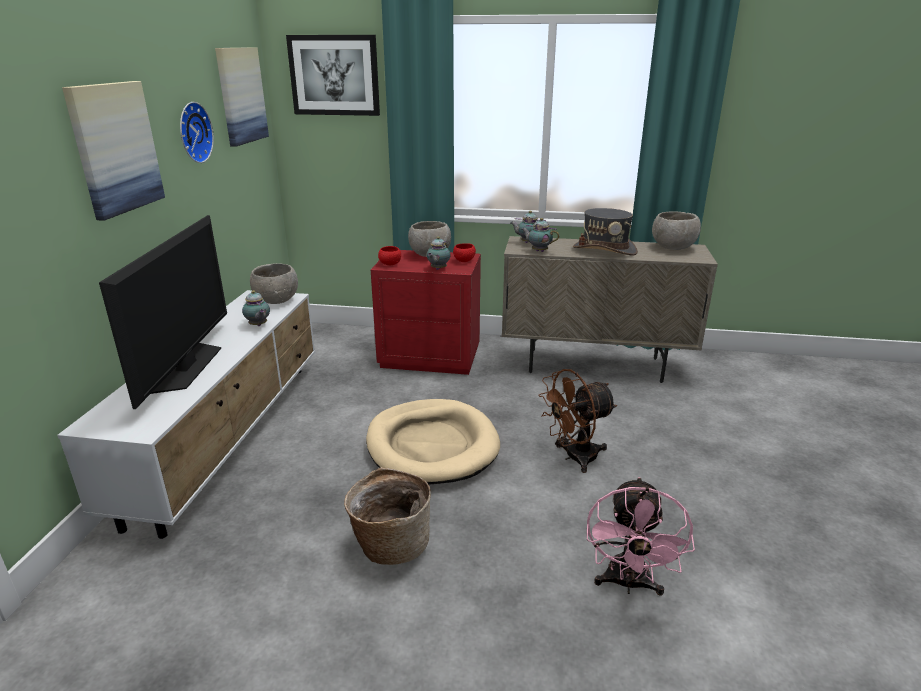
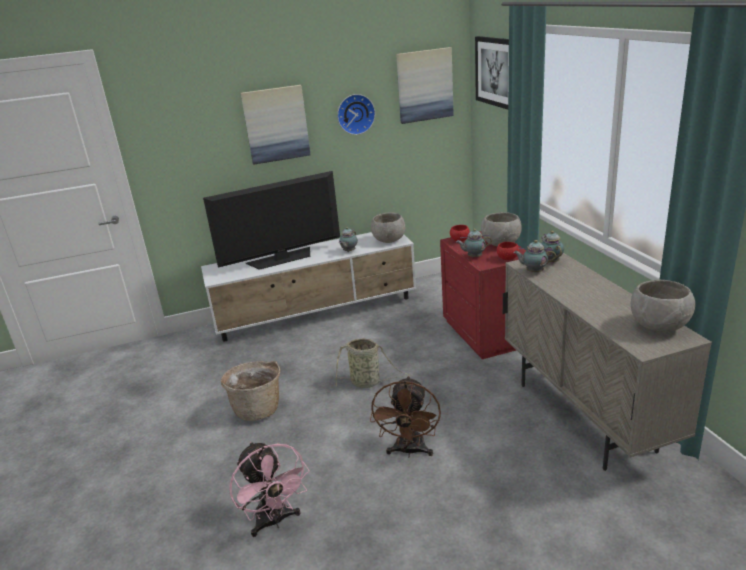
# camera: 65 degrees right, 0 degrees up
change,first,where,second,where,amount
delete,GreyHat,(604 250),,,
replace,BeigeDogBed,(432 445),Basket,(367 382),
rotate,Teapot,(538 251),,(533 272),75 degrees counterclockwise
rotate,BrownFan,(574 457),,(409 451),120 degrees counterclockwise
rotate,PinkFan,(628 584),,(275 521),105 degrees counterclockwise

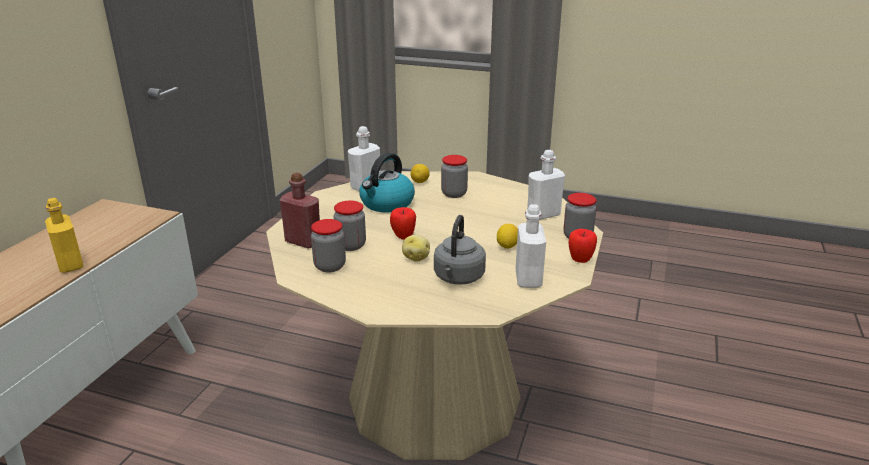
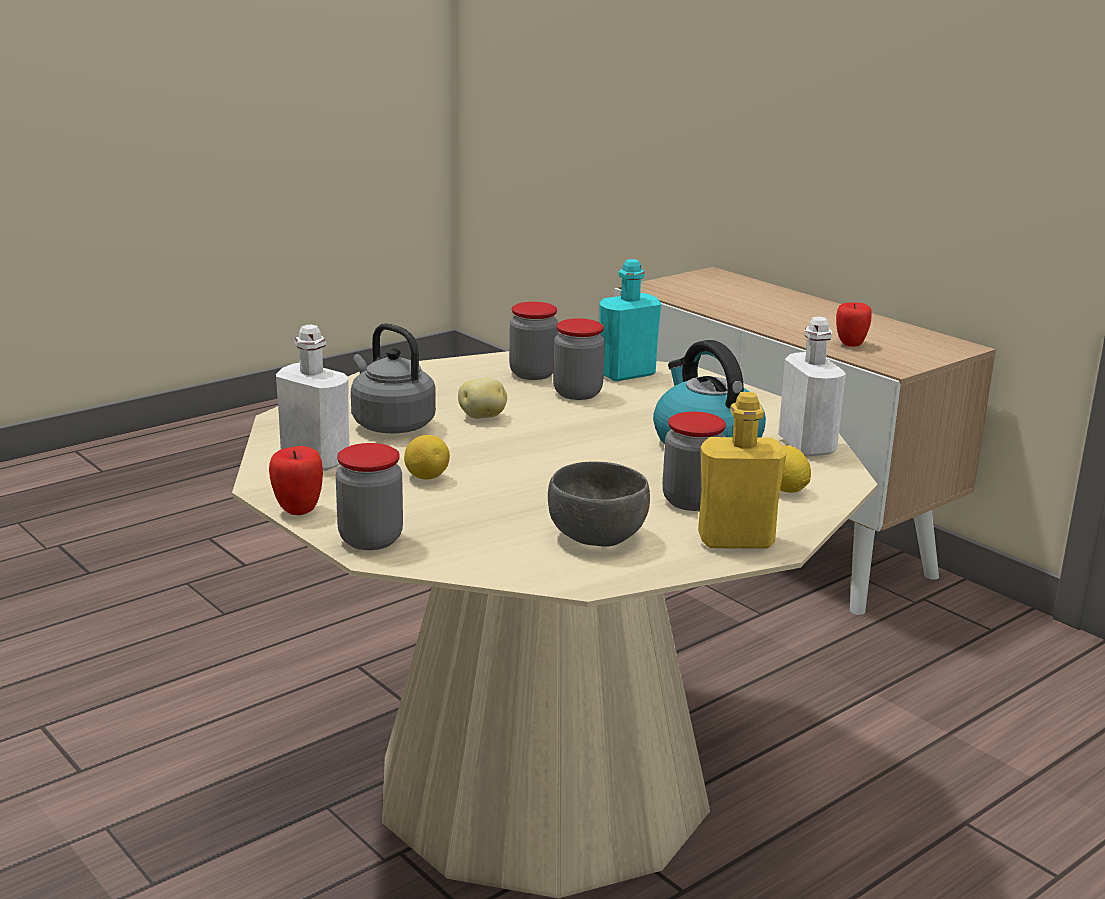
# camera: 120 degrees right, 5 degrees down
change,first,where,second,where,amount
delete,WhiteBottle,(543 214),,,
insert,,,GreyBowl,(598 536),
move,YellowBottle,(70 264),,(735 540),
move,Apple,(403 237),,(850 344),
recolor,RedBottle,(303 242),TurquoiseBottle,(627 374),

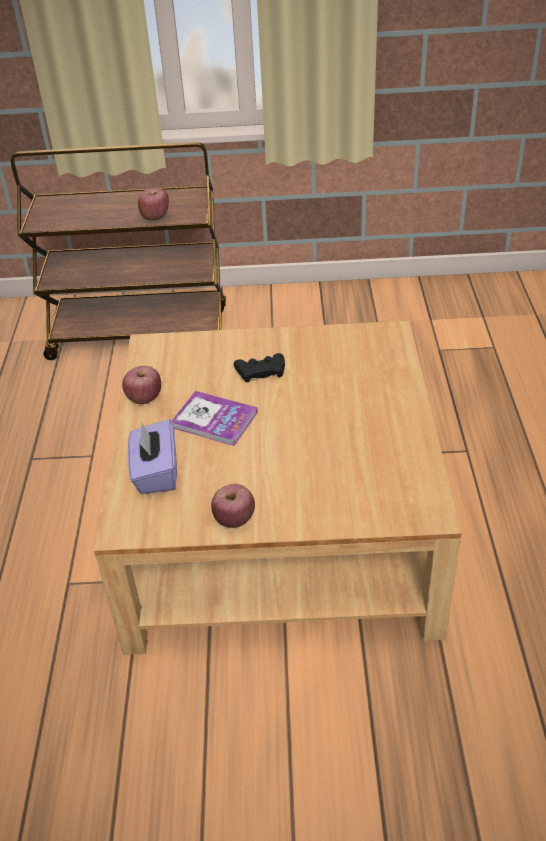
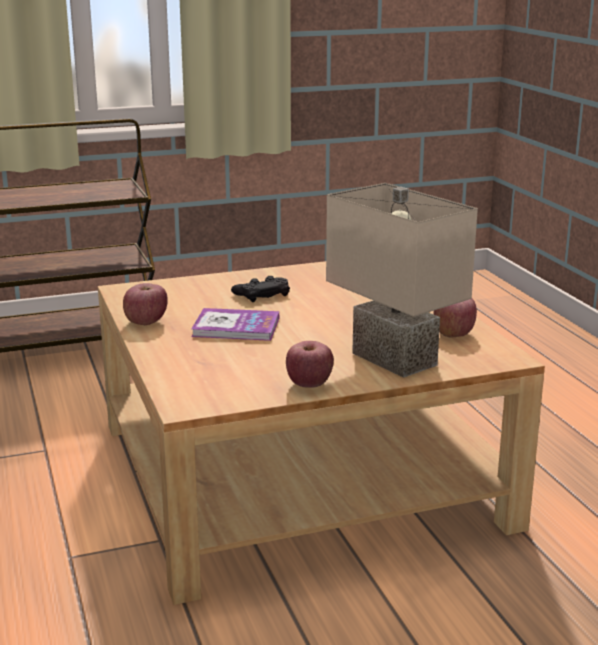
# camera: 20 degrees left, 20 degrees down
change,first,where,second,where,amount
delete,PurpleTissueBox,(156 473),,,
insert,,,BeigeTableLamp,(390 360),
move,Apple,(155 216),,(453 333),

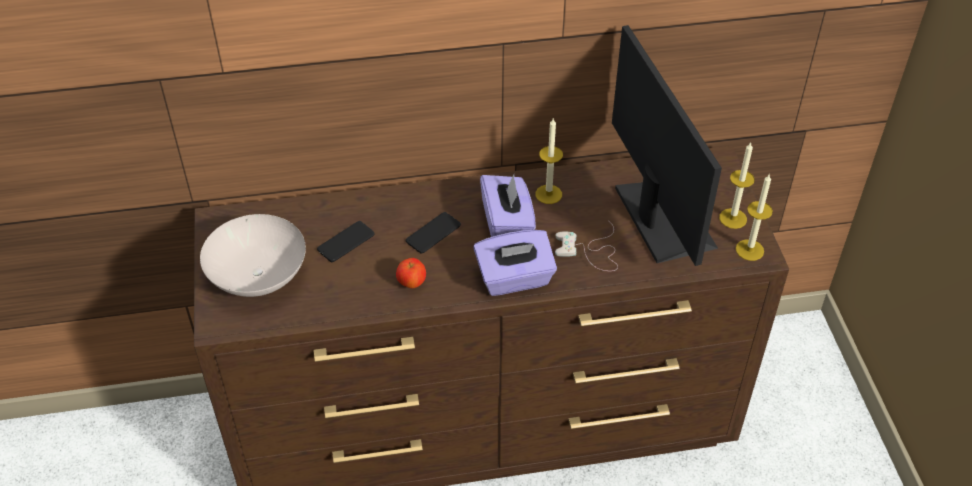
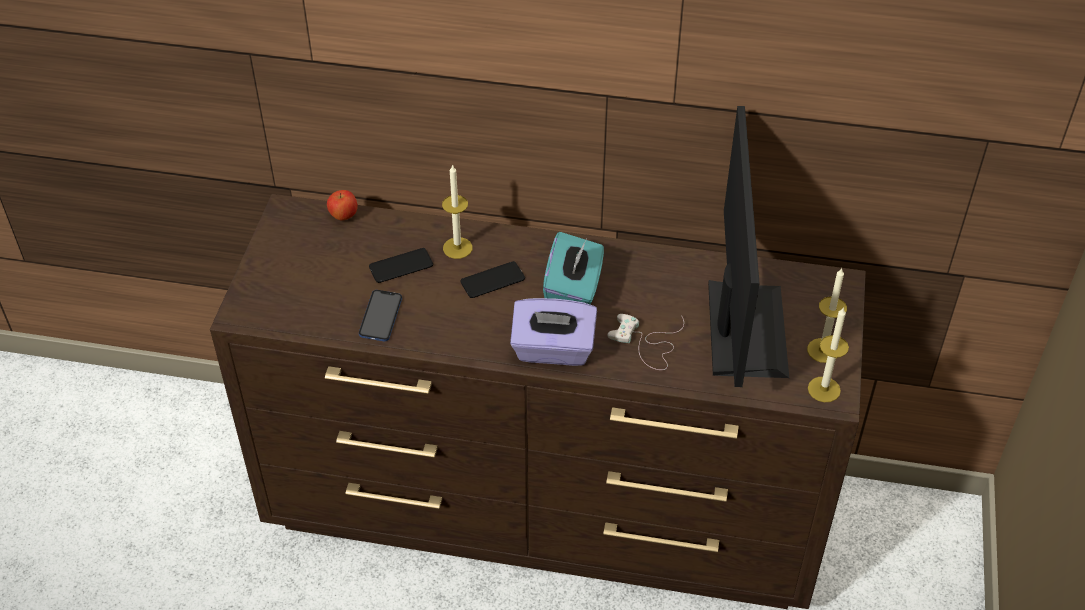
# camera: 20 degrees right, 0 degrees up
change,first,where,second,where,amount
delete,WhiteBowl,(259 276),,,
insert,,,Phone,(380 317),
move,Apple,(411 283),,(343 216),
move,Candle,(548 194),,(457 248),
recolor,PurpleTissueBox,(507 224),TurquoiseTissueBox,(573 291),

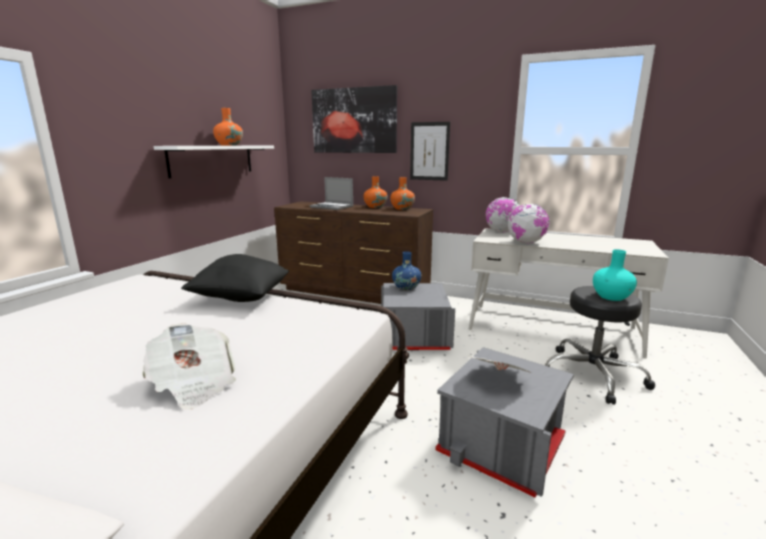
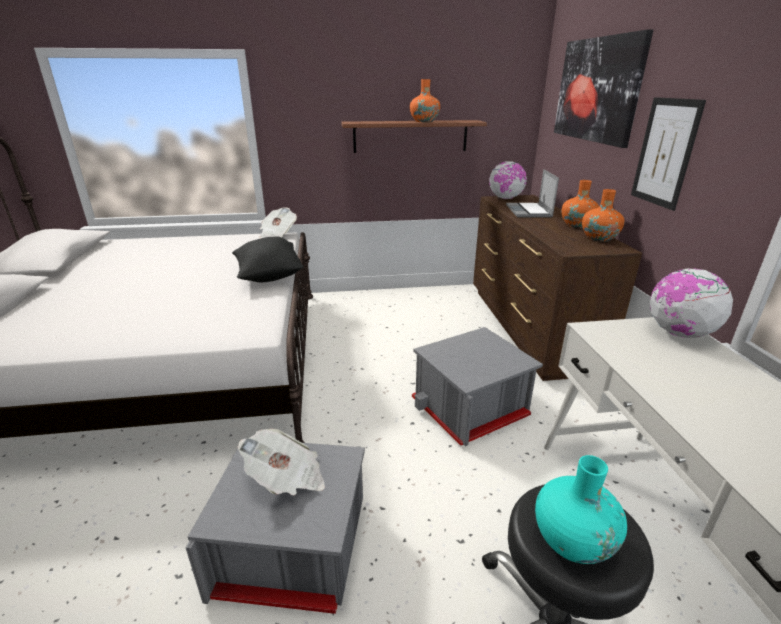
# camera: 60 degrees right, 10 degrees up
change,first,where,second,where,amount
delete,BlueVase,(406 287),,,
move,Newspaper,(194 384),,(277 234),
move,Globe,(526 242),,(505 198),
recolor,WhiteShelf,(212 160),BrownShelf,(410 136),

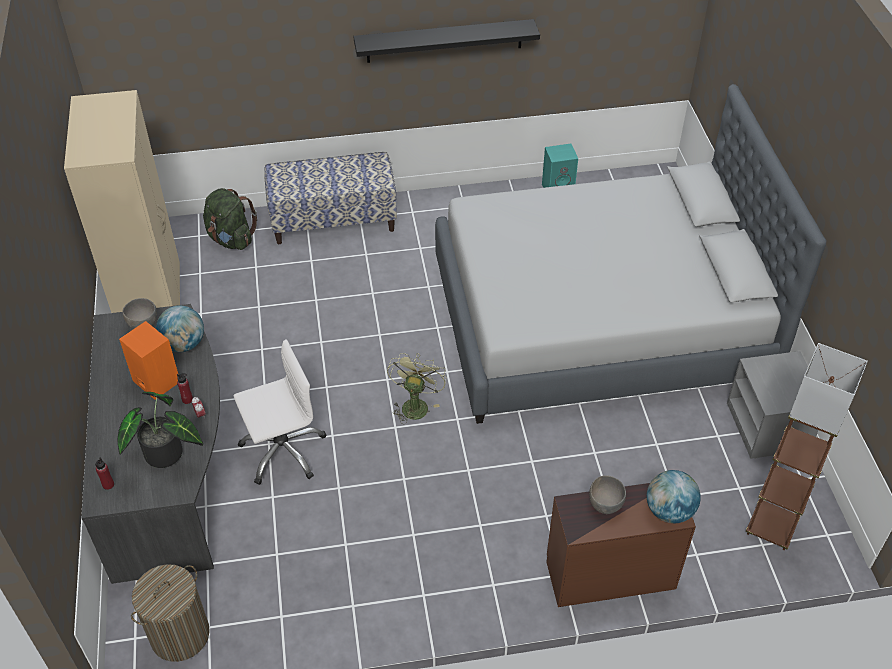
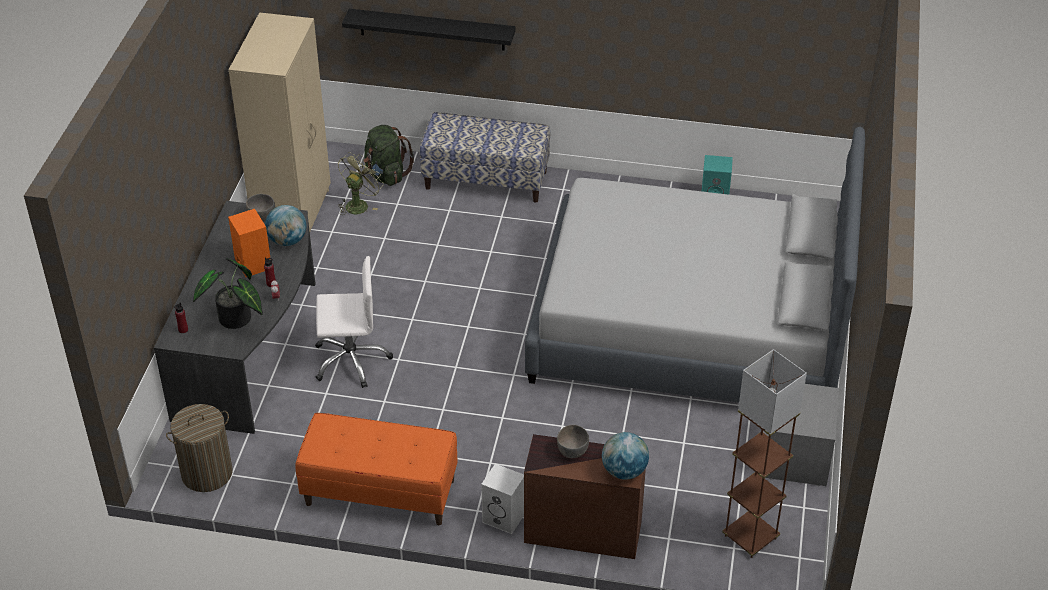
# camera: 20 degrees right, 5 degrees down
change,first,where,second,where,amount
insert,,,OrangeBench,(379 492),
insert,,,WhiteSpeaker,(505 517),
move,BlackShelf,(444 41),,(432 29),
move,GreenFan,(415 404),,(359 204),

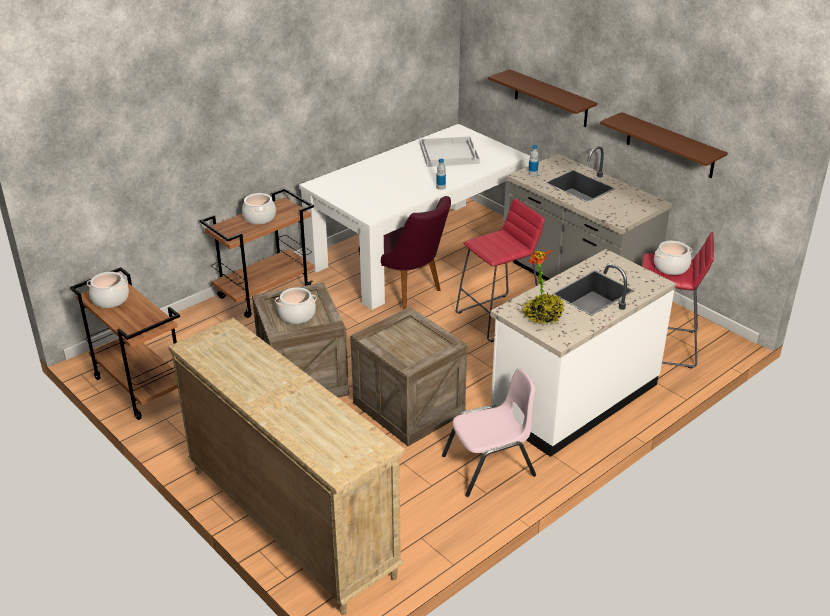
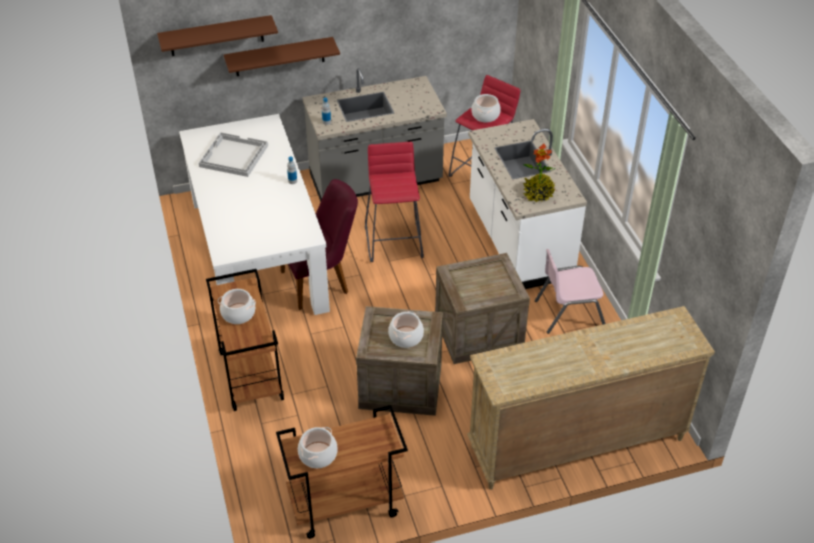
# camera: 65 degrees left, 10 degrees up
change,first,where,second,where,amount
move,BrownShelf,(670 146),,(216 36),
rotate,PinkChair,(489 466),,(568 313),105 degrees counterclockwise

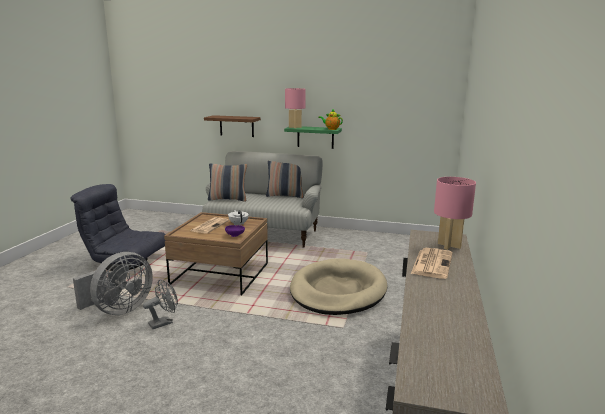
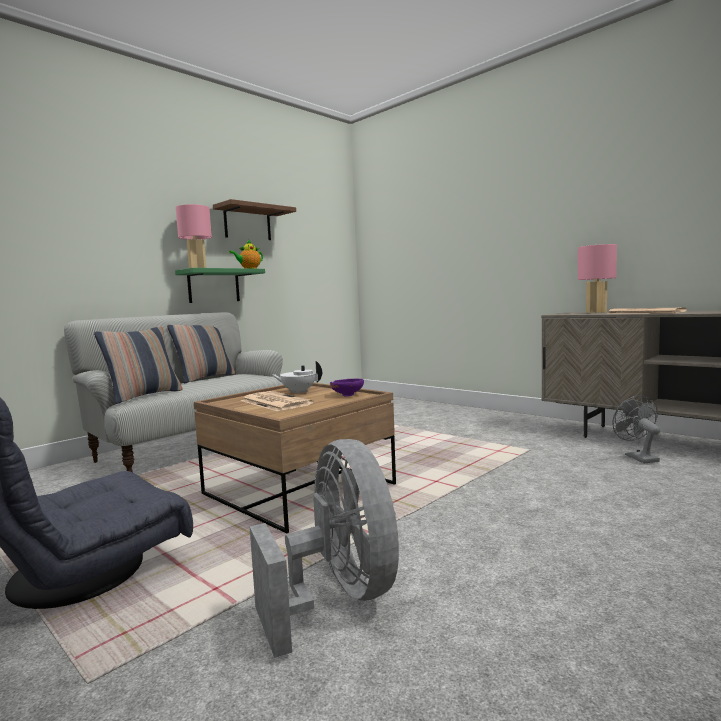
# camera: 60 degrees left, 10 degrees down
change,first,where,second,where,amount
delete,BeigeDogBed,(338 291),,,
move,GreyFan,(164 322),,(637 457),
move,BrownShelf,(236 126),,(247 223),

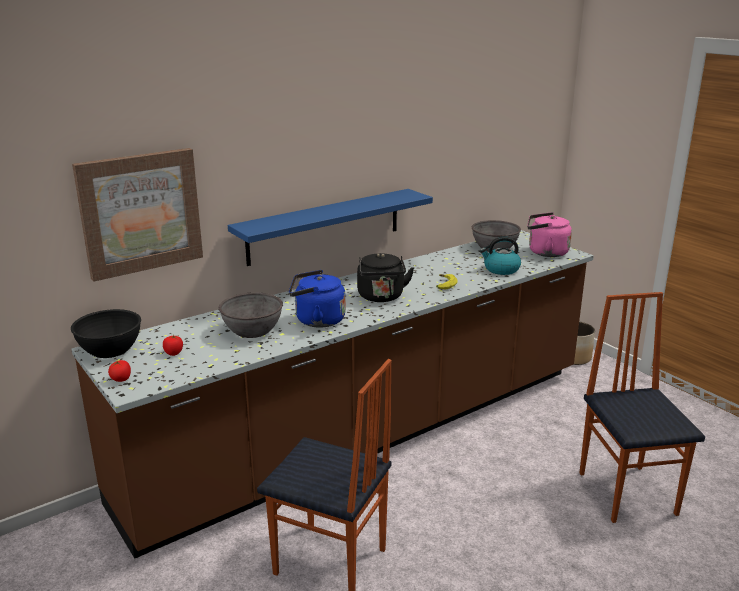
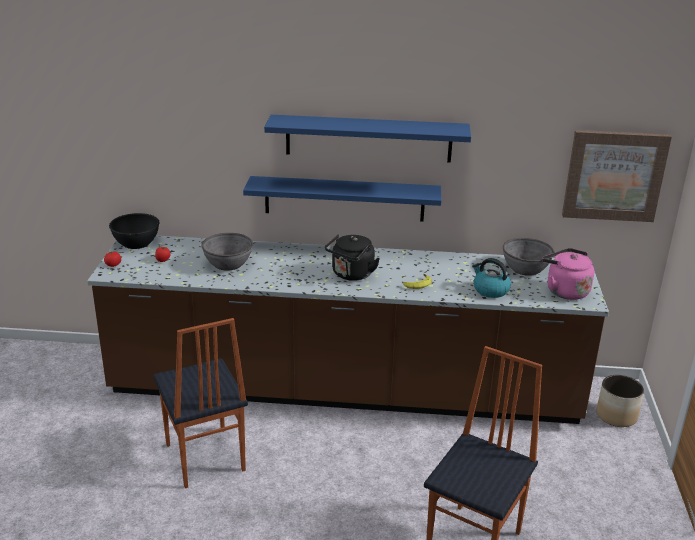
# camera: 40 degrees right, 5 degrees up
change,first,where,second,where,amount
delete,BlueKettle,(316 320),,,
insert,,,BlueShelf,(368 138),
move,Picture,(140 212),,(614 175),

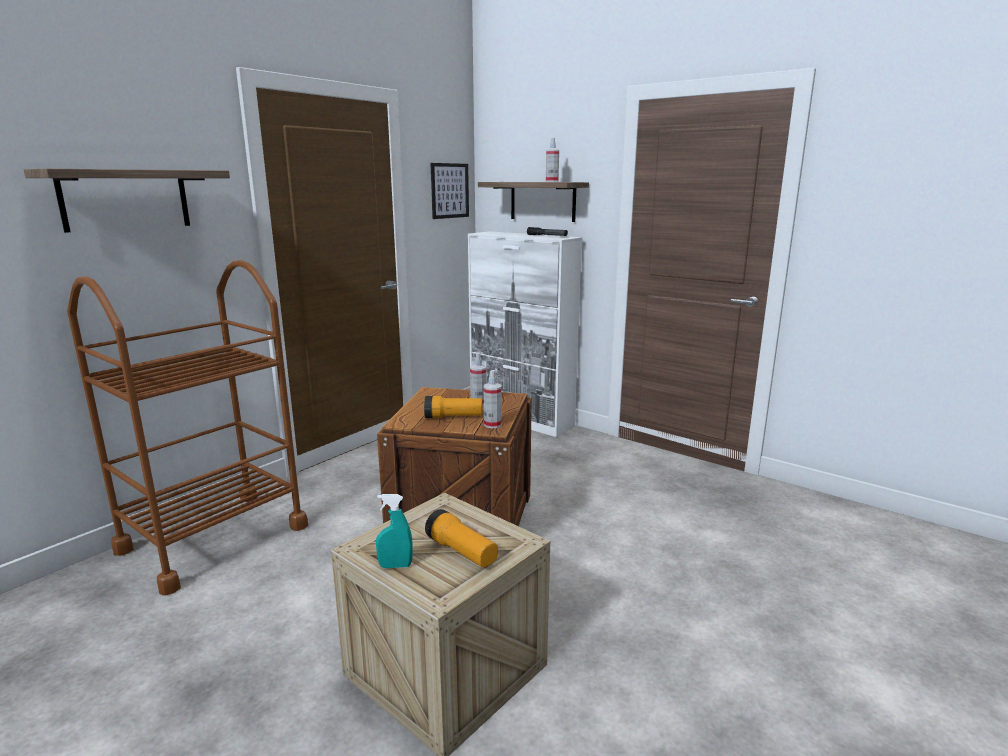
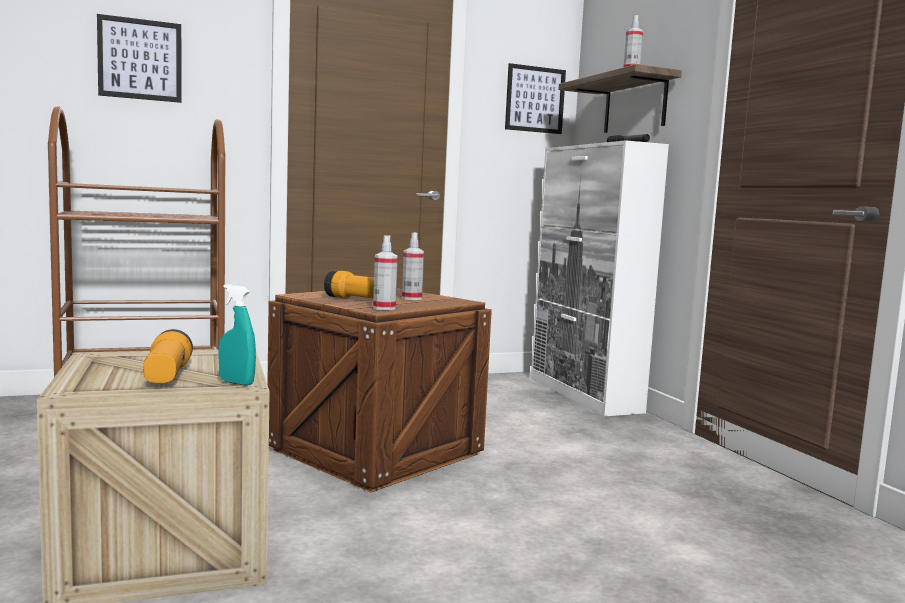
# camera: 30 degrees right, 10 degrees down
change,first,where,second,where,amount
move,TurquoiseSprayBottle,(395 566),,(236 383),
replace,Shelf,(126 199),Picture,(140 59),

